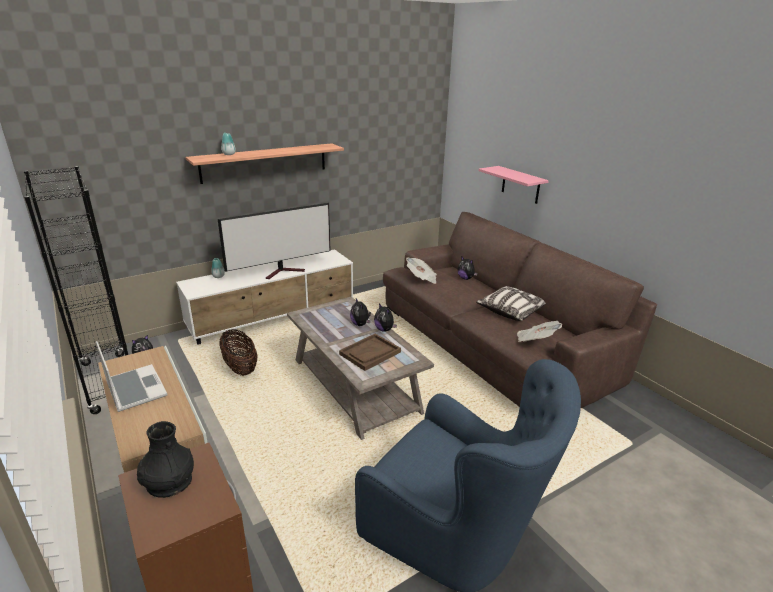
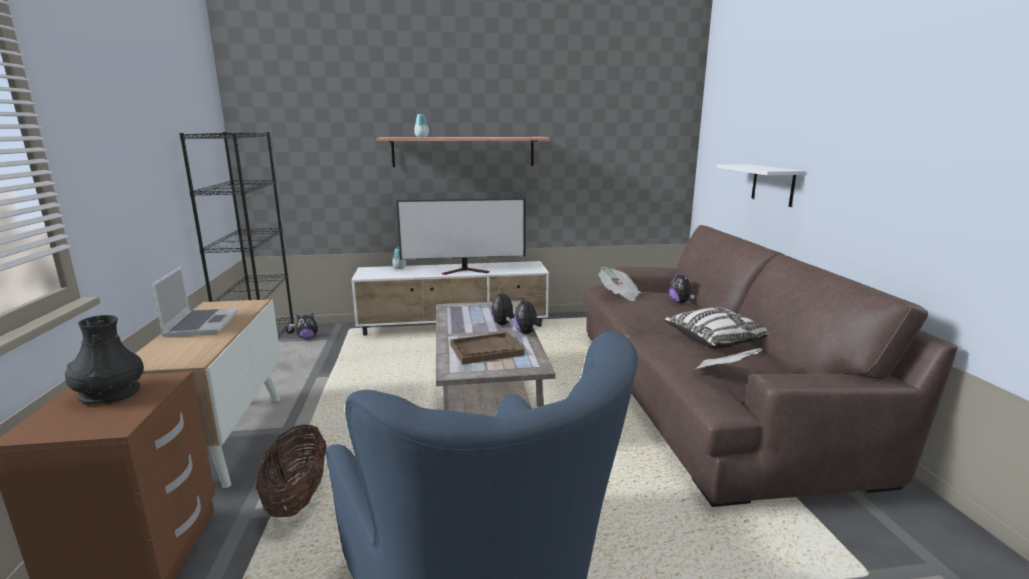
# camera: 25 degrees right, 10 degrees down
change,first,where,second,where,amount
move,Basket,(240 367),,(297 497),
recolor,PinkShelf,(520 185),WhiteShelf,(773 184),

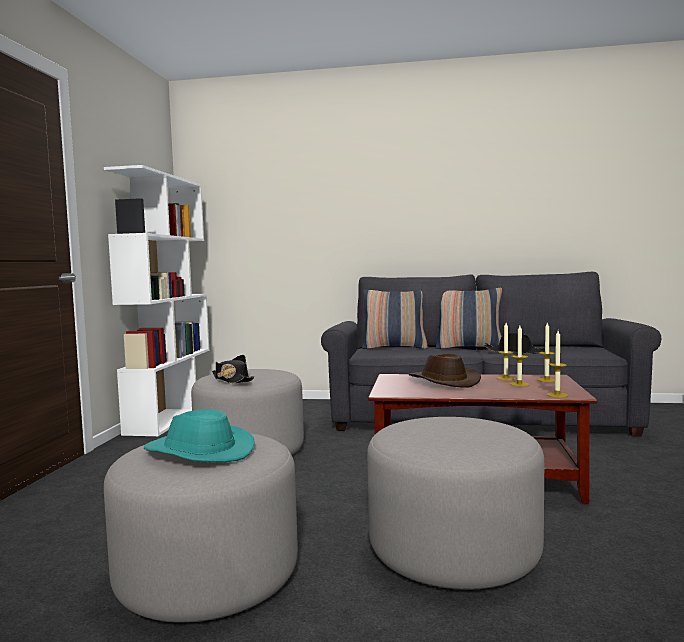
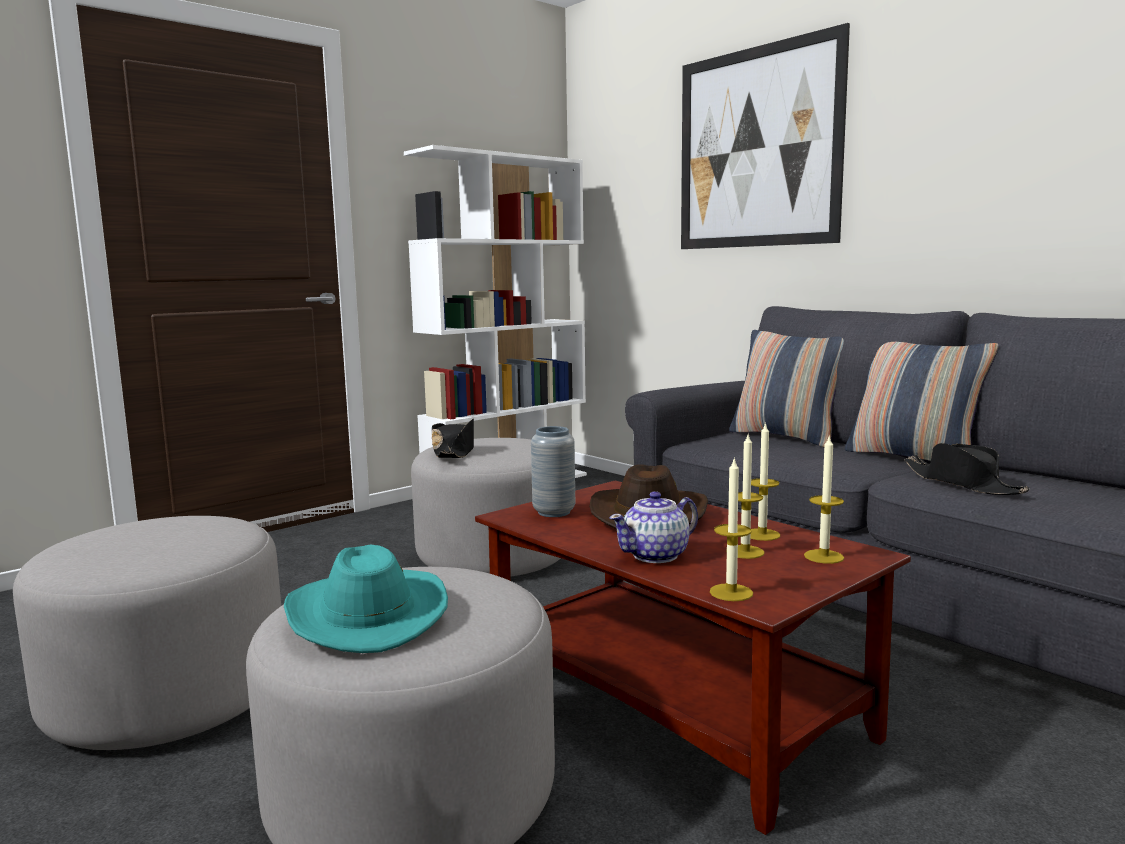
# camera: 40 degrees right, 5 degrees up
change,first,where,second,where,amount
insert,,,GreyVase,(554 512),
insert,,,Teapot,(656 555),
insert,,,Picture,(757 148),
move,TurquoiseHat,(198 452),,(365 615),

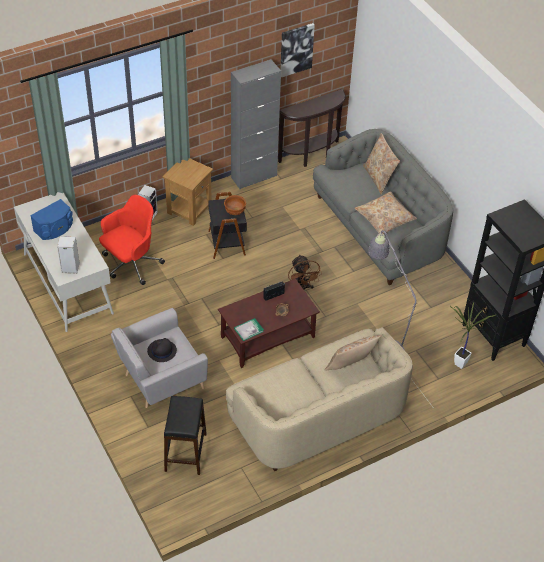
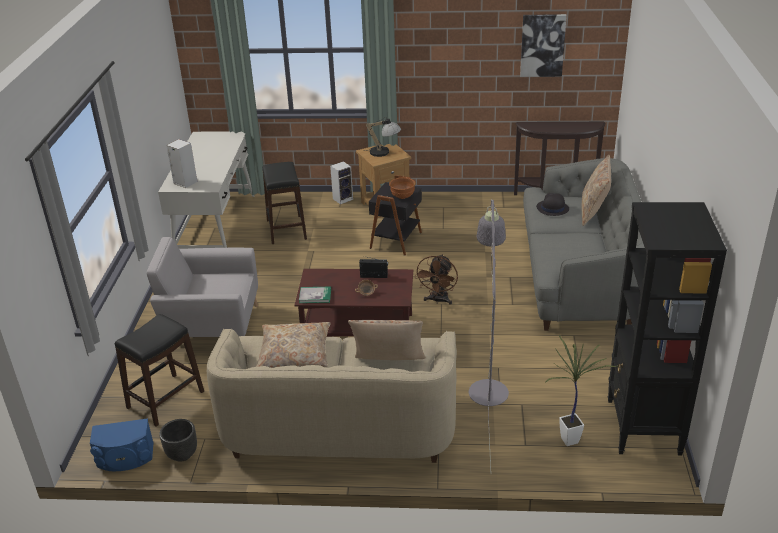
# camera: 35 degrees right, 15 degrees down
change,first,where,second,where,amount
delete,GreyCabinet,(254 177),,,
insert,,,BlackPlanter,(182 455),
insert,,,TableLamp,(384 153),
move,BlueSpeaker,(54 228),,(125 457),
move,BlackHat,(161 351),,(552 208),
move,BeigePillow,(385 218),,(294 354),
replace,RedOfficeChair,(131 264),BlackStool,(286 229),

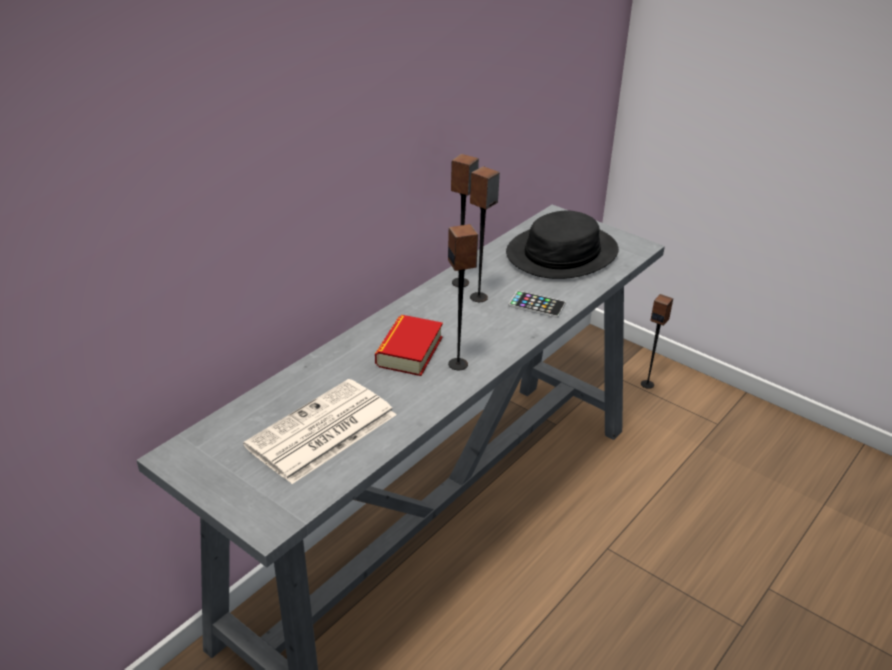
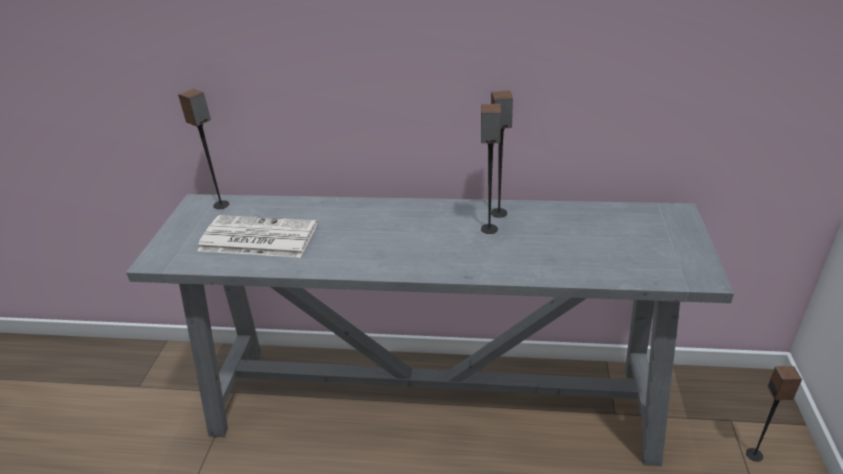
# camera: 60 degrees right, 0 degrees up
change,first,where,second,where,amount
delete,Book,(409 351),,,
delete,BlackHat,(562 253),,,
delete,Phone,(537 305),,,
move,Speaker,(458 364),,(221 205),

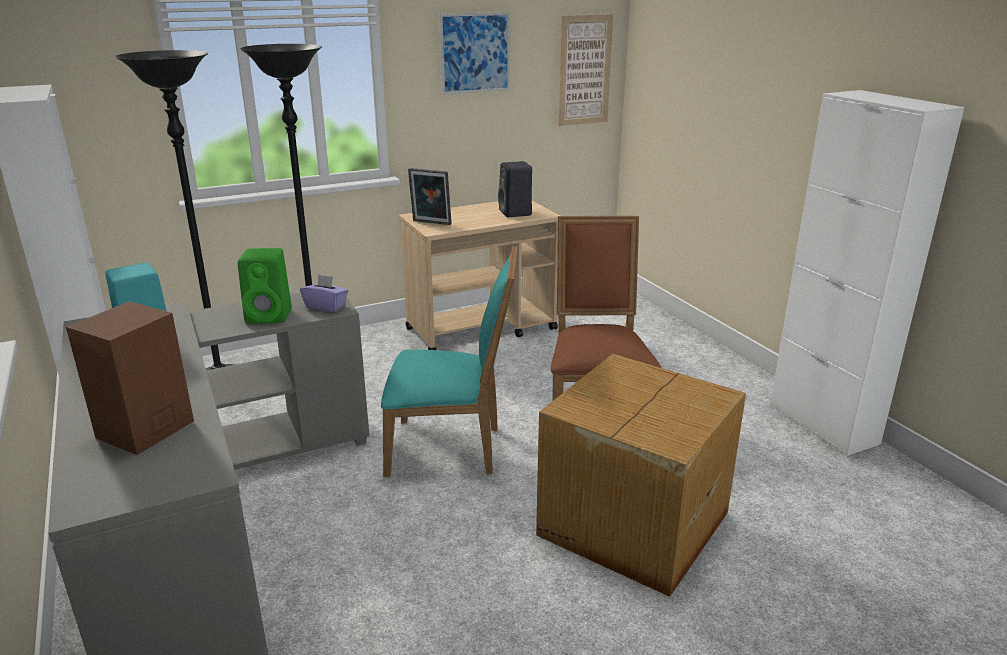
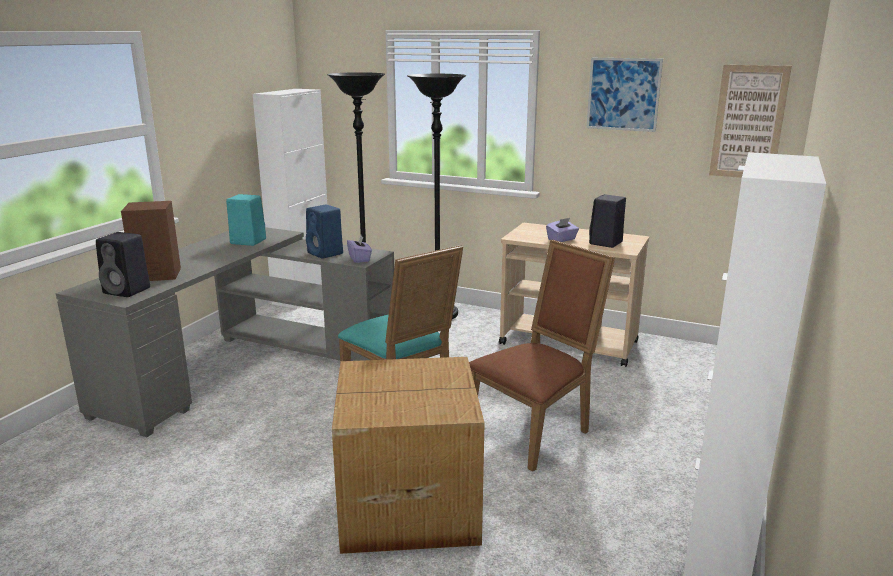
# camera: 50 degrees right, 5 degrees down
change,first,where,second,where,amount
delete,PictureFrame,(431 223),,,
insert,,,BlackSpeaker,(128 291),
insert,,,PurpleTissueBox,(562 239),
recolor,GreenSpeaker,(270 316),BlueSpeaker,(326 253),

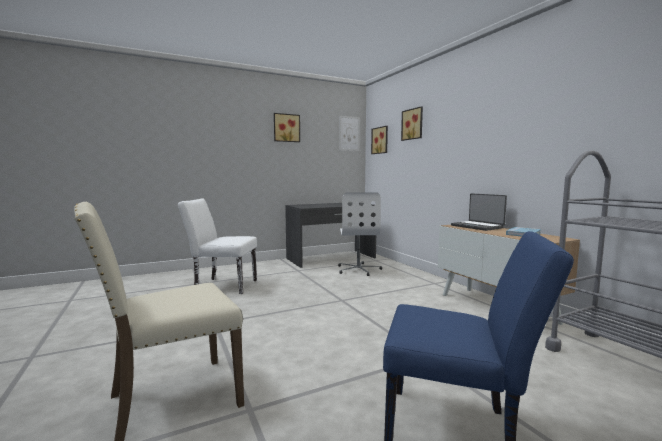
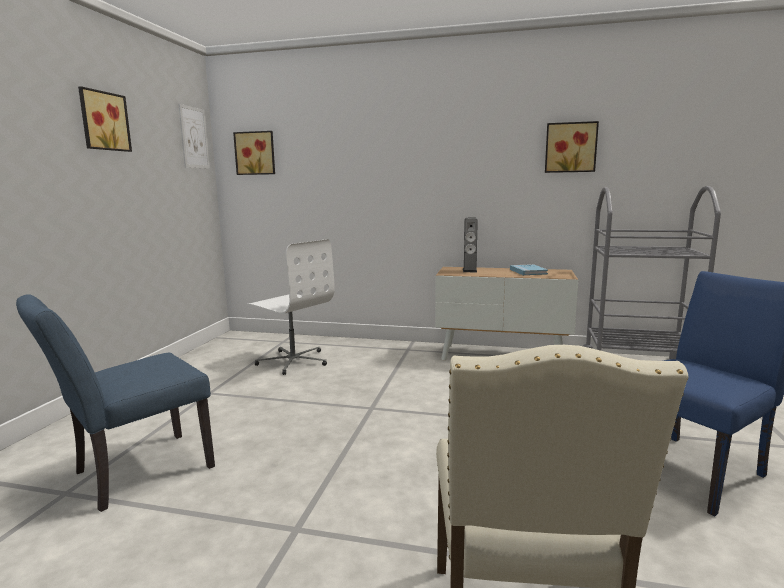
# camera: 50 degrees left, 5 degrees up
change,first,where,second,where,amount
delete,GreyDesk,(331 258),,,
move,Picture,(413 124),,(570 147),
replace,Laptop,(477 226),Speaker,(469 270),
recolor,WhiteChair,(221 285),BlueChair,(133 473),

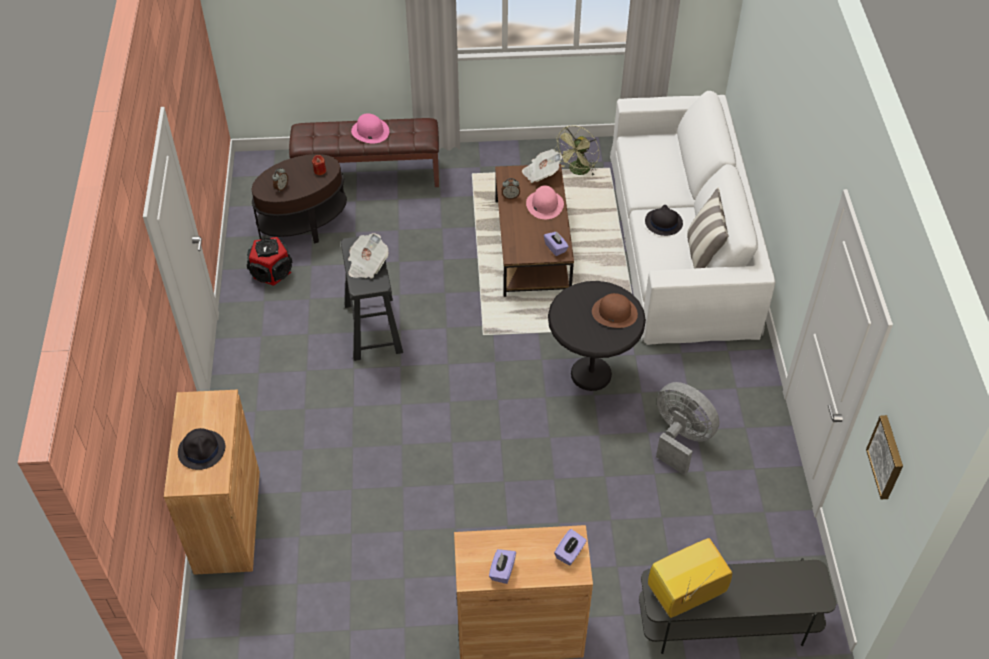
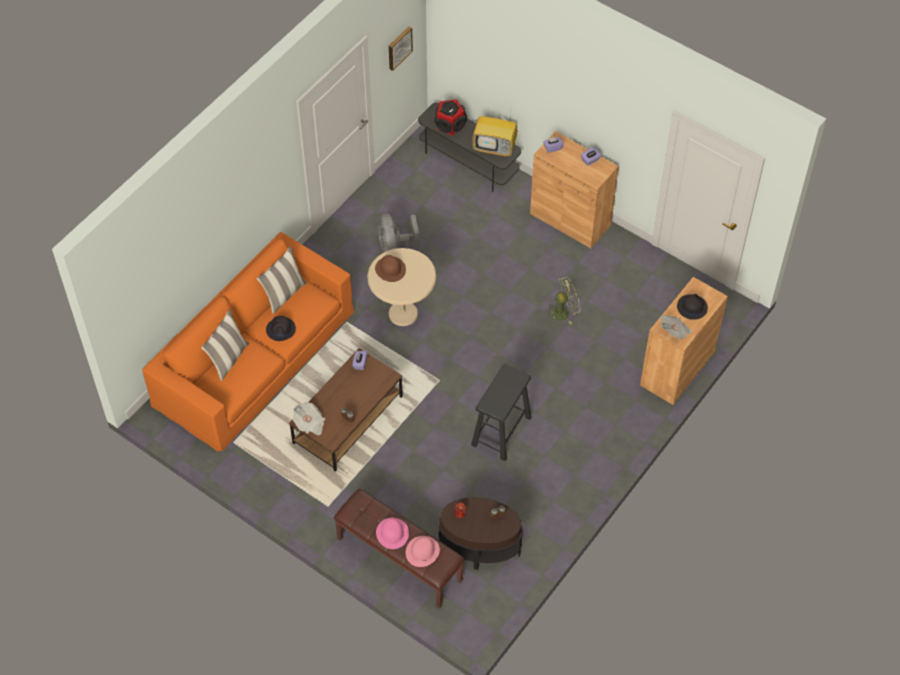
# camera: 140 degrees left, 5 degrees up
change,first,where,second,where,amount
insert,,,Pillow,(228 358),
move,Speaker,(271 272),,(450 125),
move,Newspaper,(367 265),,(675 332),
move,PinkHat,(544 204),,(422 551),
move,GreenFan,(577 171),,(563 312),
recolor,BlackSideTable,(591 374),BeigeSideTable,(403 314),
recolor,WhiteSofa,(682 241),OrangeSofa,(254 356),

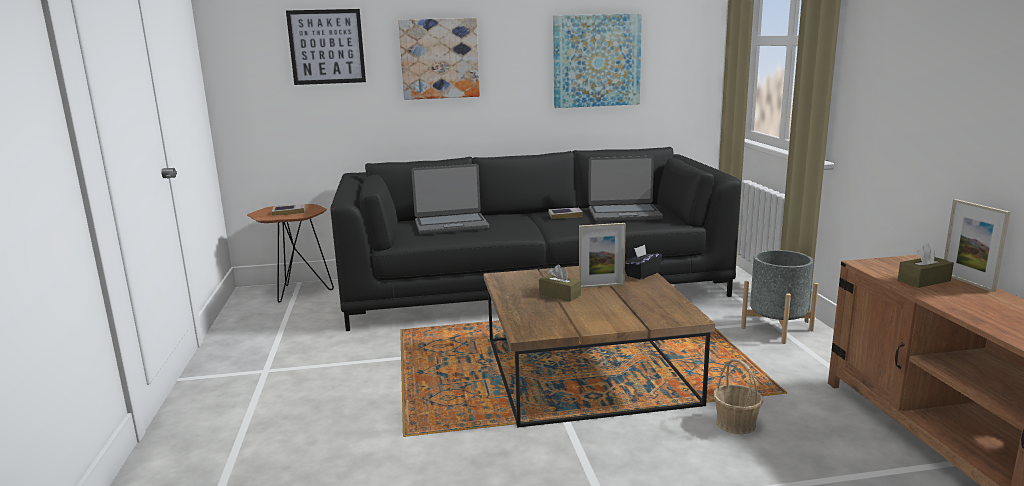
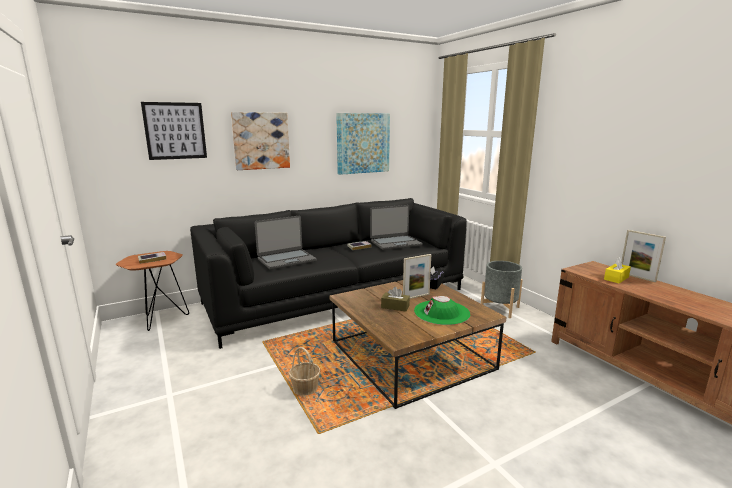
# camera: 20 degrees left, 0 degrees up
change,first,where,second,where,amount
insert,,,GreenHat,(441 312),
move,Basket,(735 423),,(305 388),
recolor,BrownTissueBox,(924 281),YellowTissueBox,(616 278),

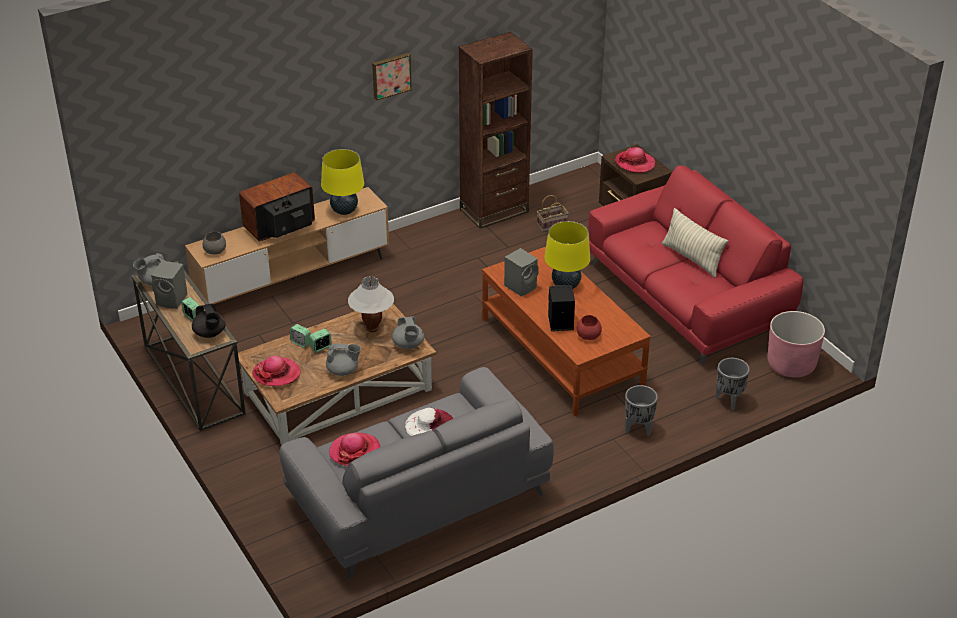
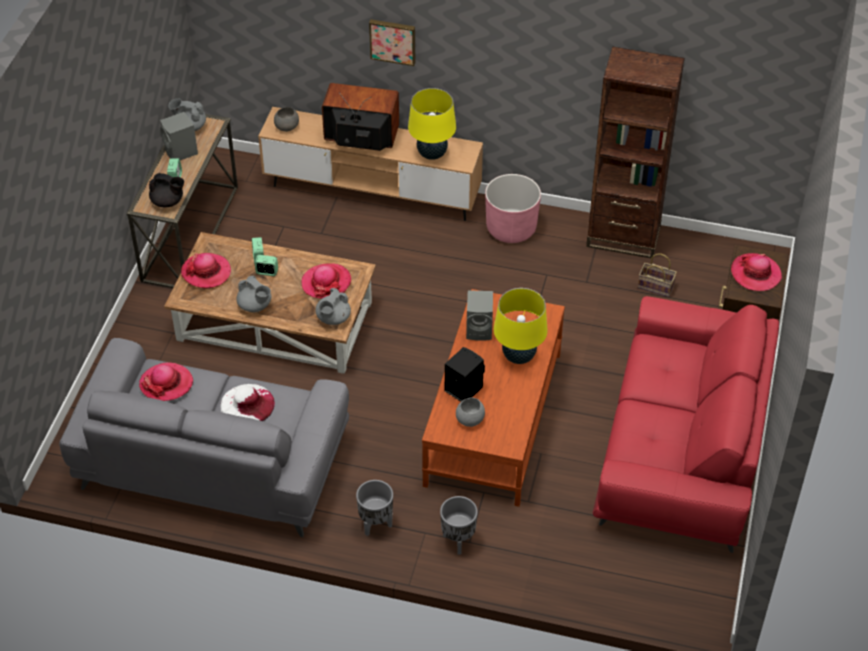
# camera: 45 degrees right, 10 degrees up
change,first,where,second,where,amount
delete,Pillow,(692 258),,,
move,Picture,(391 75),,(393 41),
move,GreyPlanter,(729 401),,(375 524),
move,PinkPlanter,(791 364),,(511 228),
replace,WhiteTableLamp,(372 328),Hat,(326 282),
recolor,RedBowl,(588 335),GreyBowl,(470 418),
rotate,BlackTeapot,(210 333),,(168 202),90 degrees counterclockwise

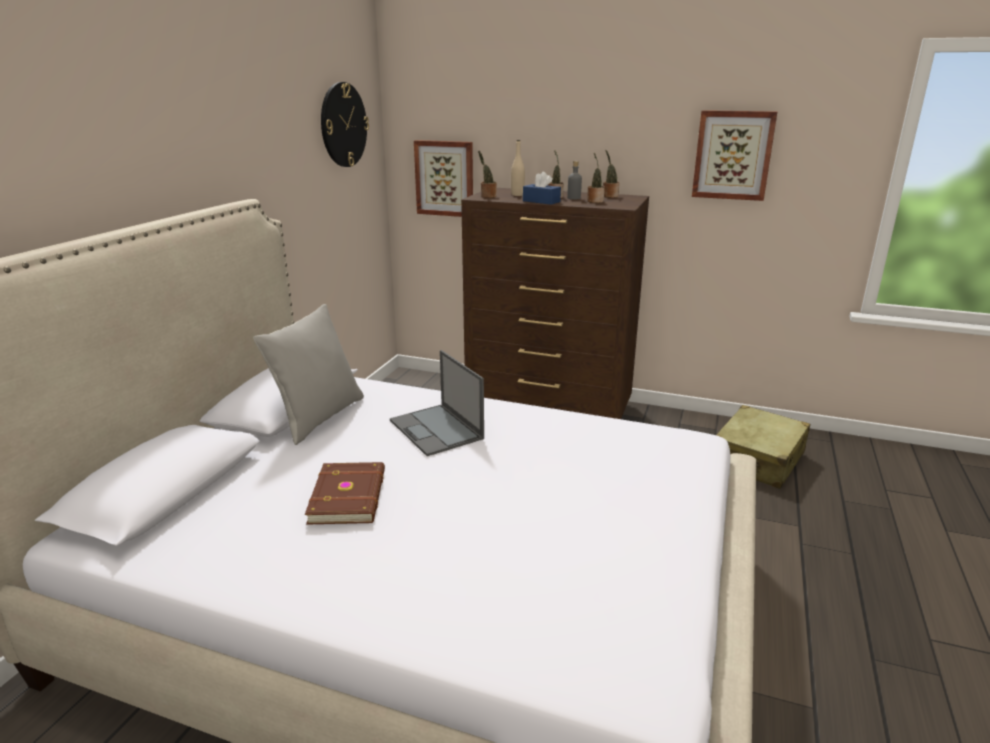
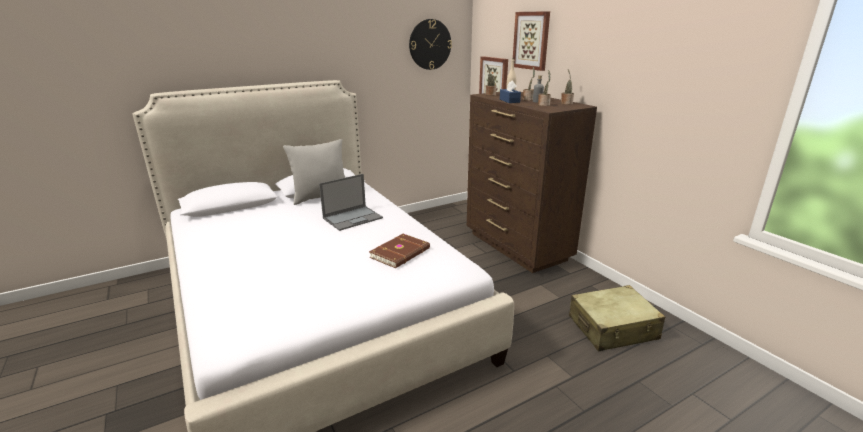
# camera: 40 degrees right, 0 degrees up
change,first,where,second,where,amount
move,BrownBook,(350 496),,(401 253),
move,Picture,(733 155),,(531 40),
rotate,Laptop,(437 430),,(353 218),135 degrees counterclockwise

